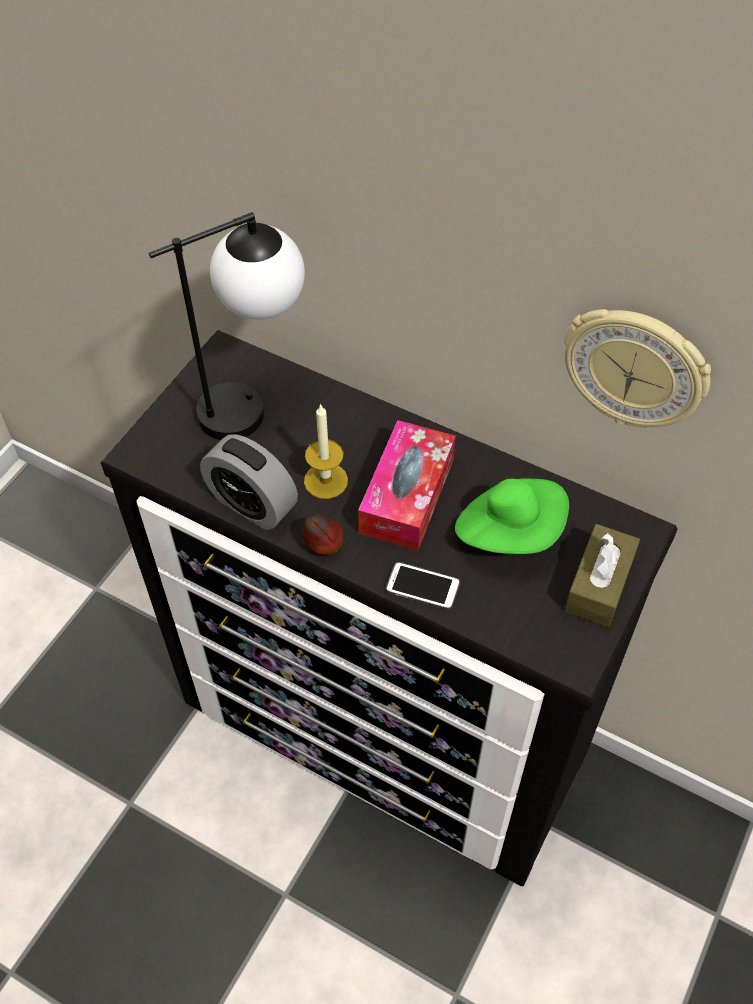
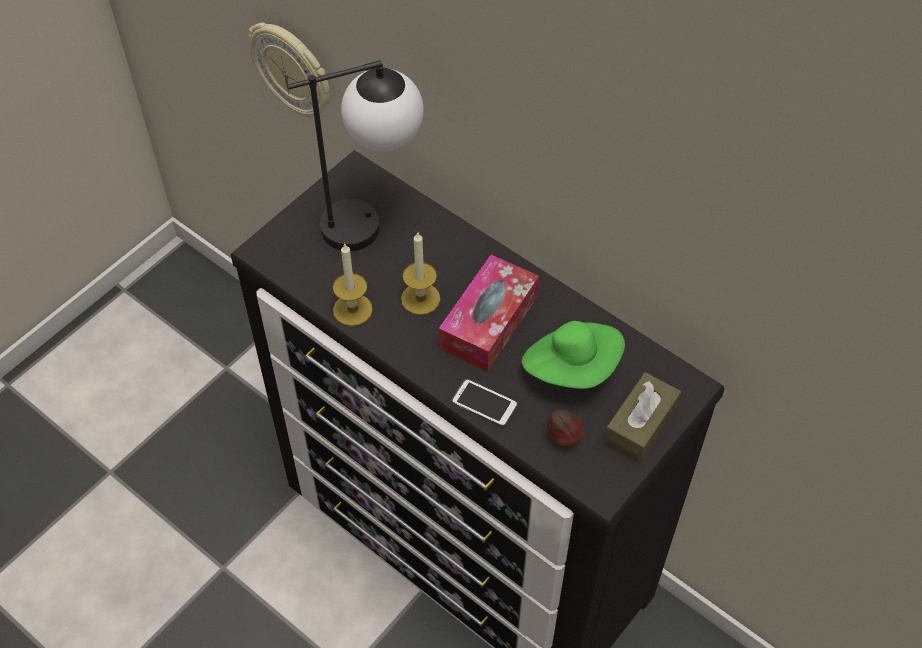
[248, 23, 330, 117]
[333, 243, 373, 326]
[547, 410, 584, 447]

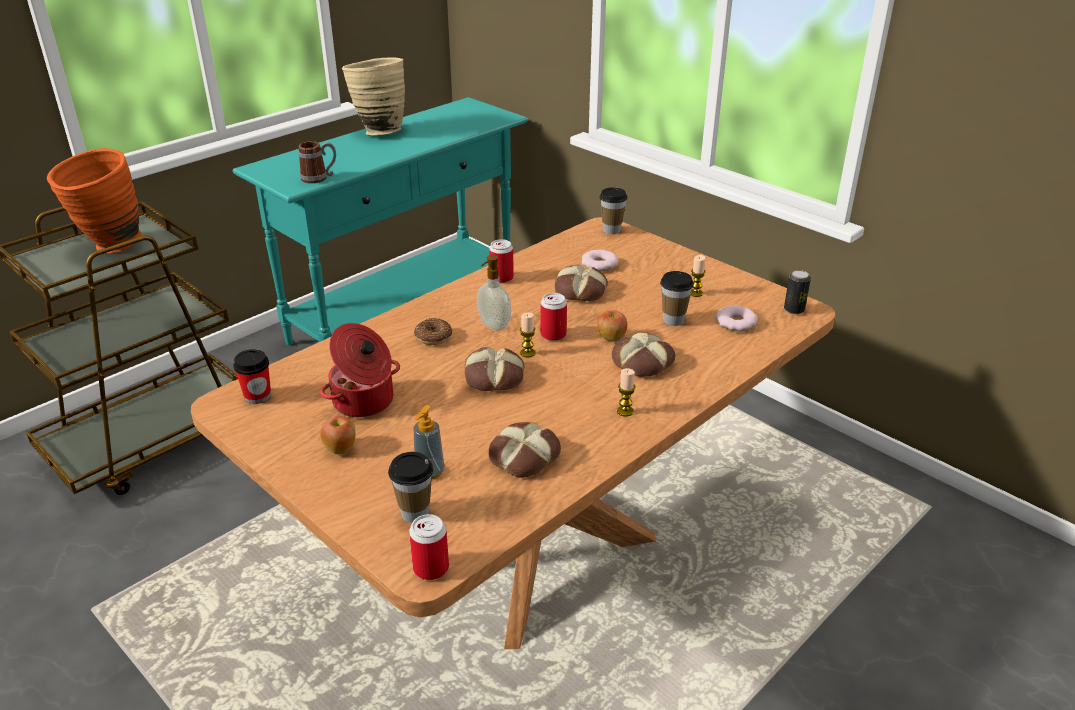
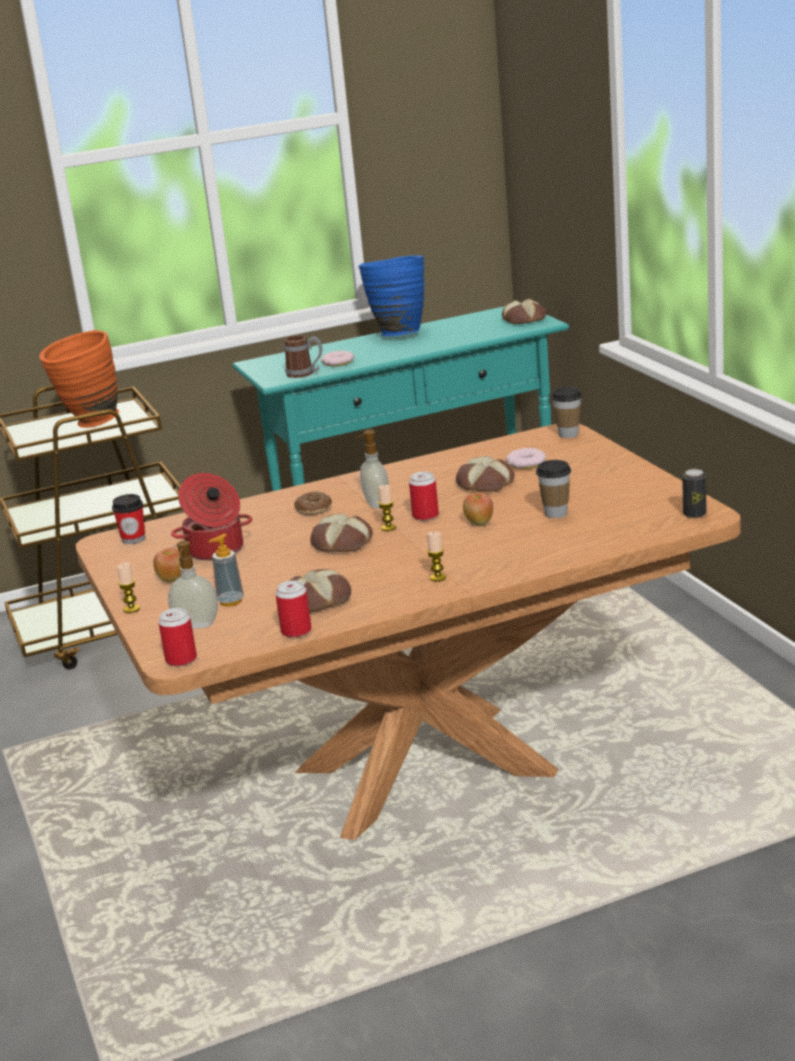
[117, 562, 140, 613]
[168, 541, 218, 629]
[275, 581, 312, 638]
[321, 351, 354, 366]
[358, 255, 424, 336]
[502, 299, 546, 324]

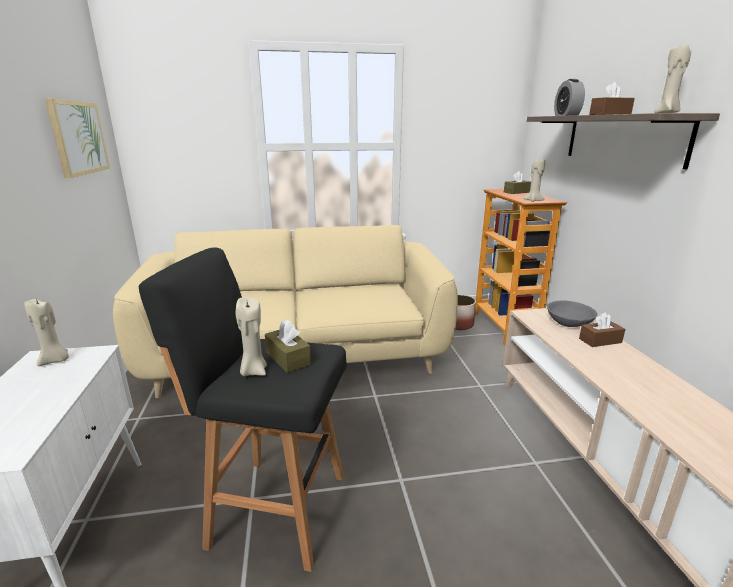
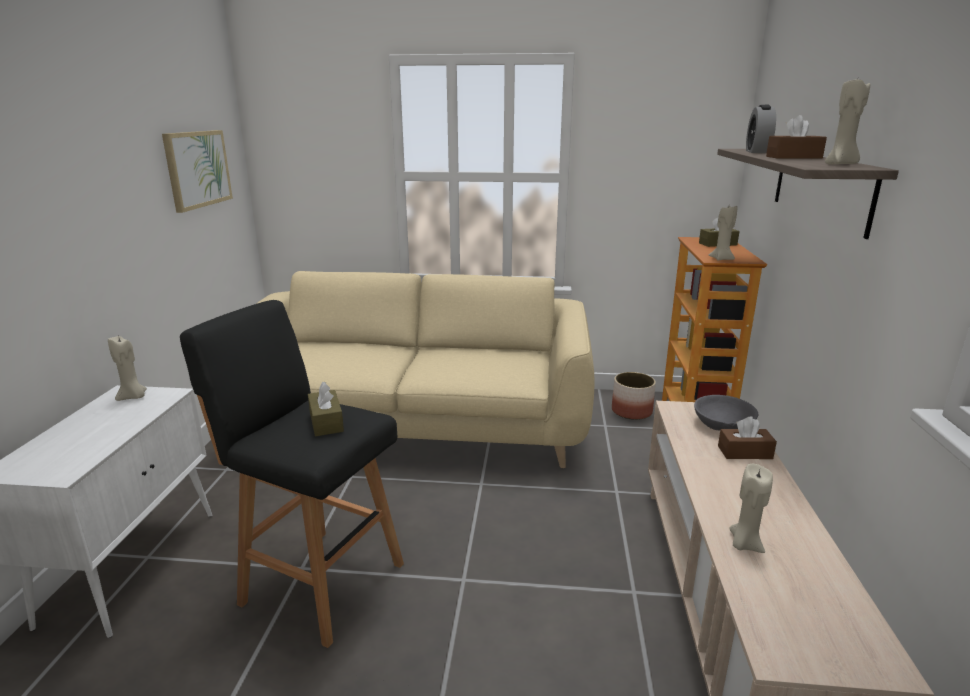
[729, 464, 773, 553]

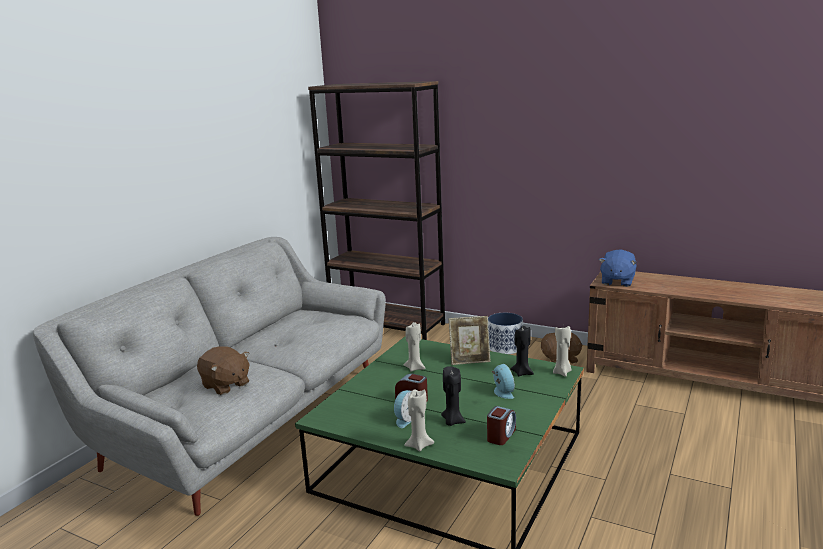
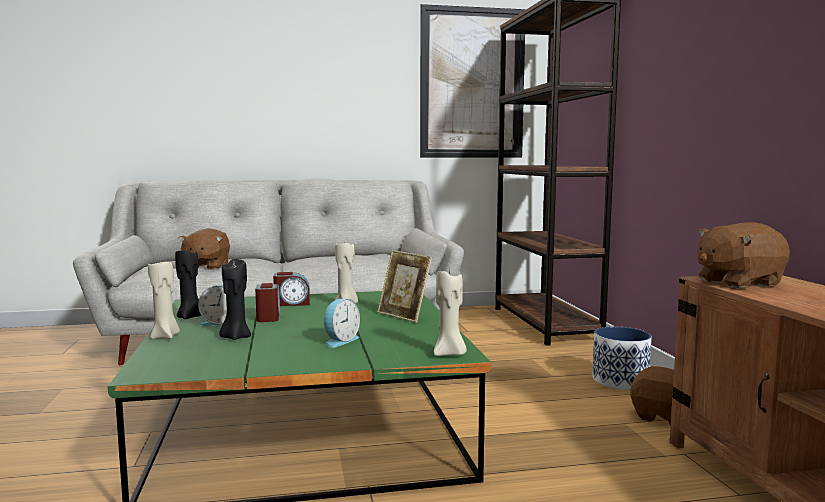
[175, 249, 201, 319]
[273, 272, 310, 306]
[420, 4, 526, 158]
[697, 222, 790, 288]

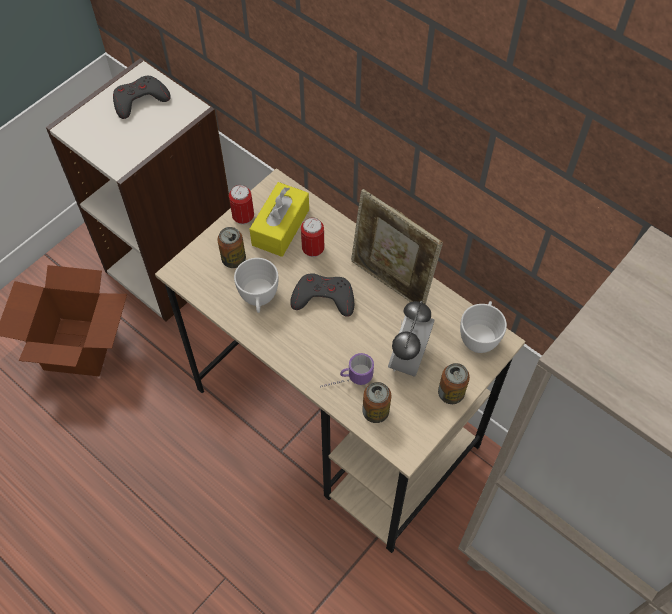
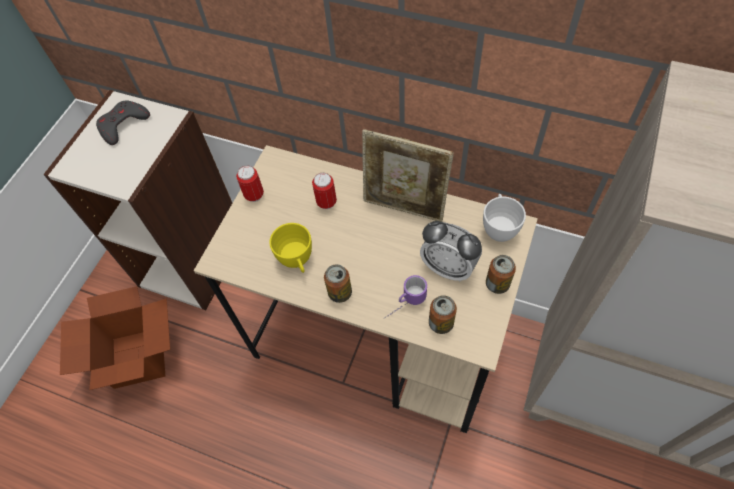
[270, 223, 312, 273]
[324, 264, 352, 303]
[420, 221, 482, 282]
[249, 182, 309, 257] (first image)
[290, 273, 354, 317] (first image)

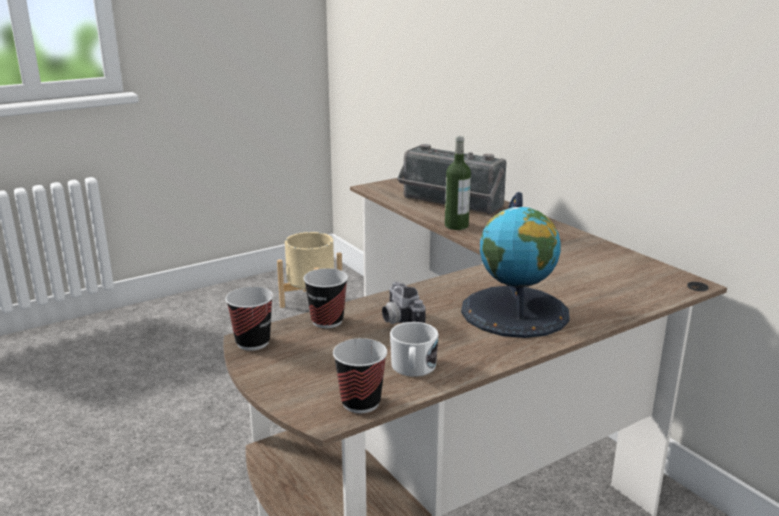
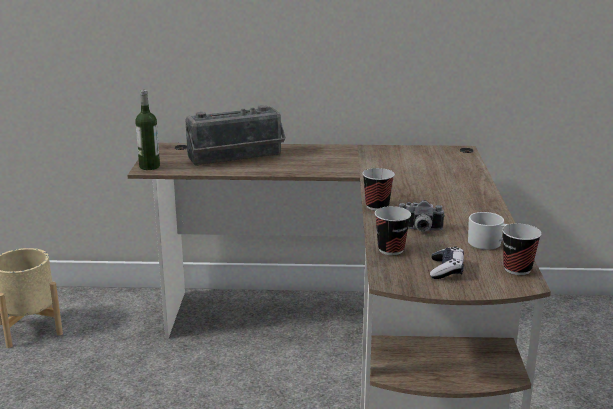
[135, 90, 160, 170]
[363, 168, 395, 211]
[430, 246, 464, 279]
[461, 192, 570, 338] (first image)

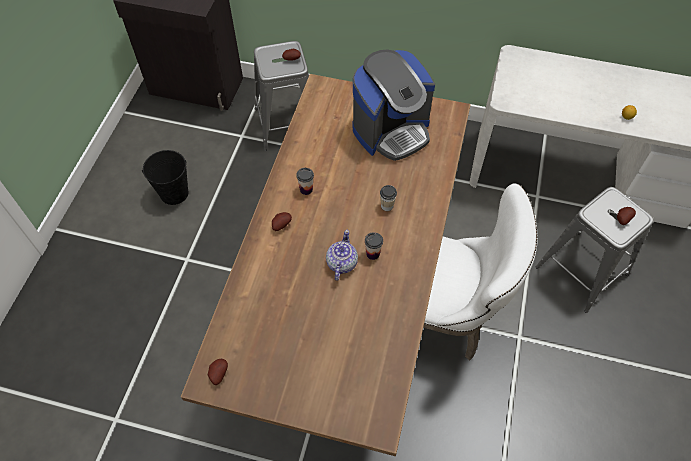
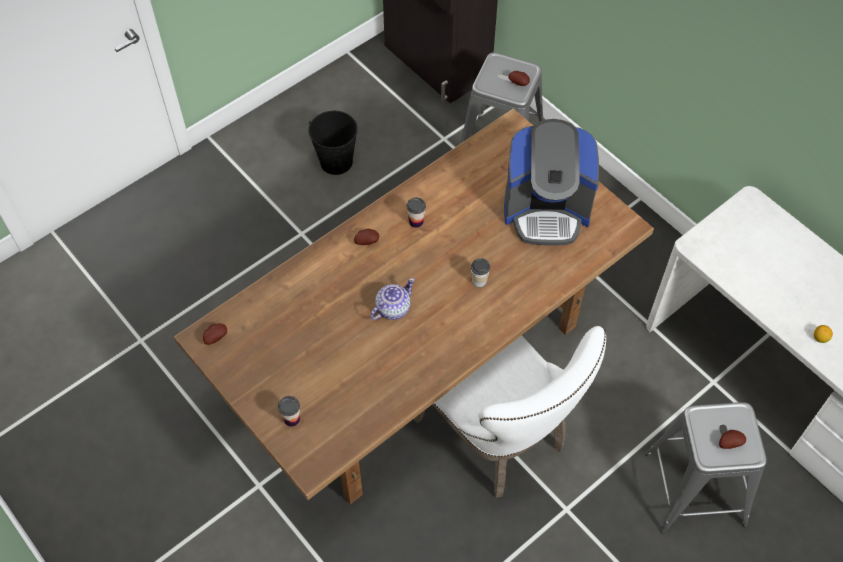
[278, 396, 300, 427]

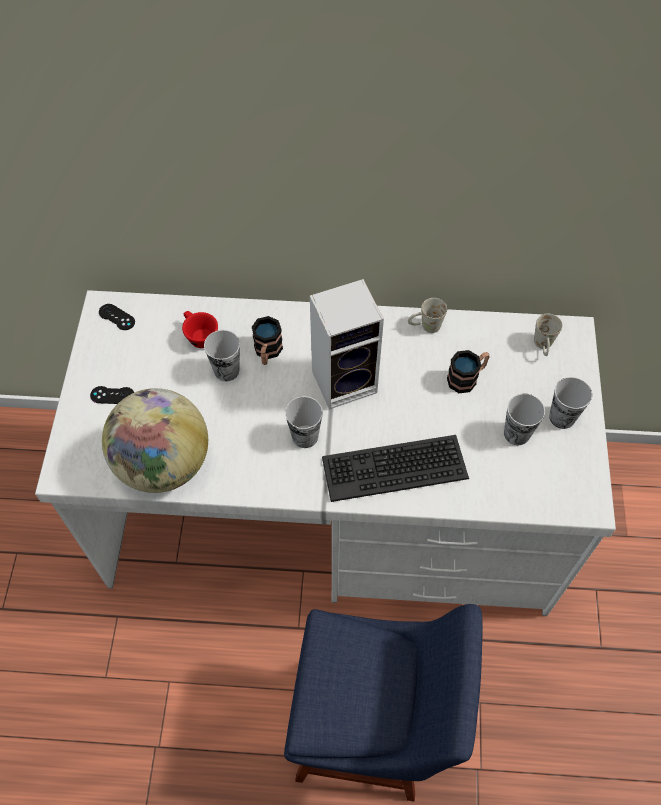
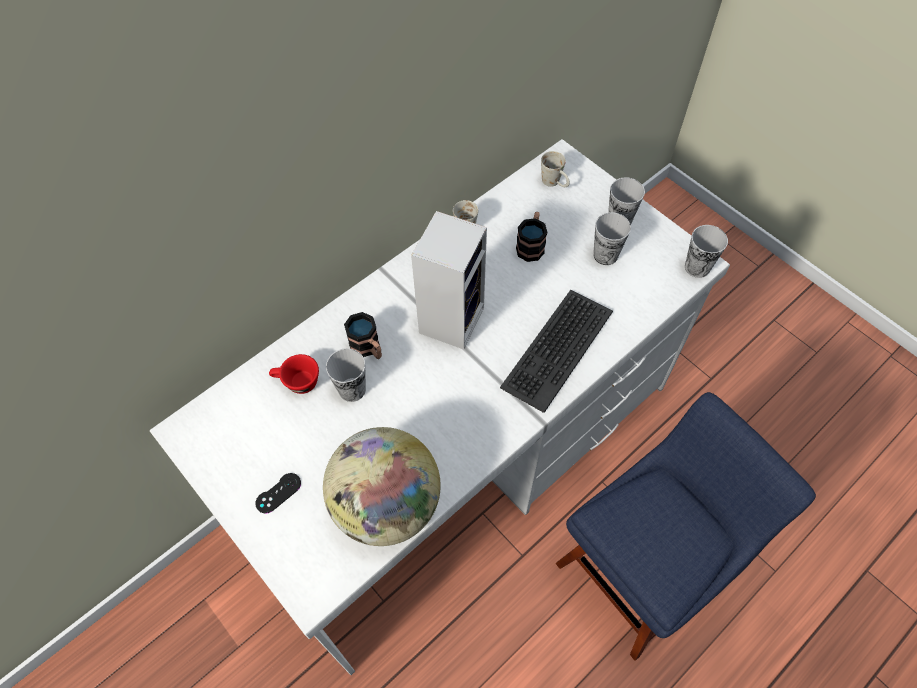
[685, 225, 728, 278]
[99, 304, 135, 330] (first image)

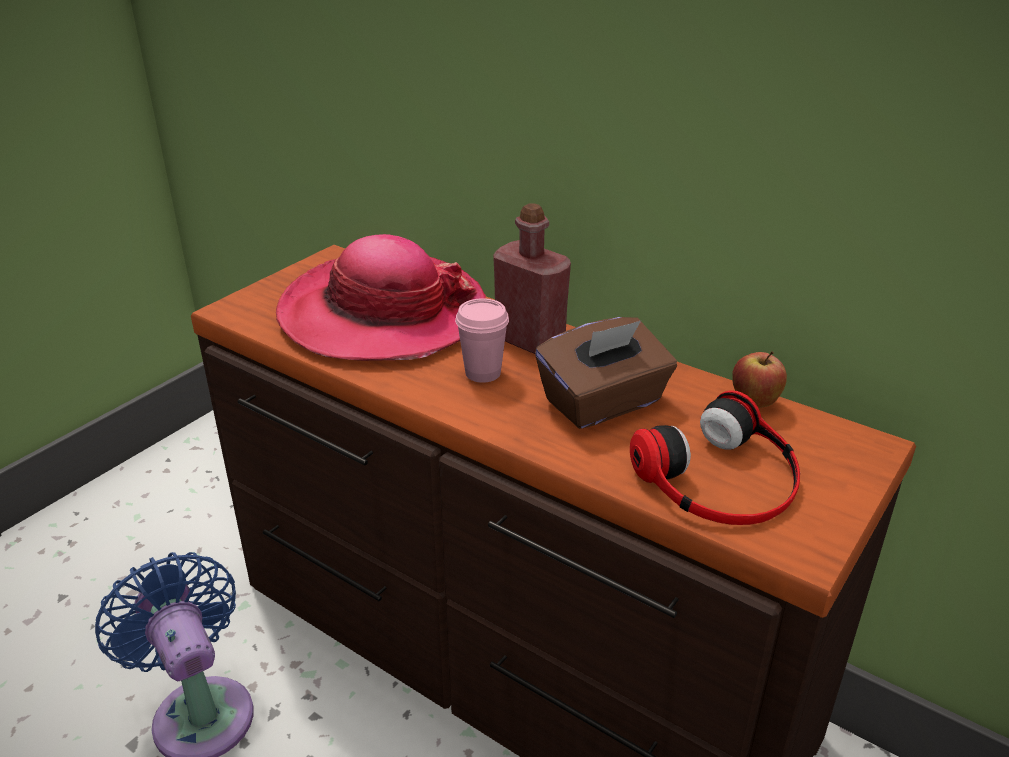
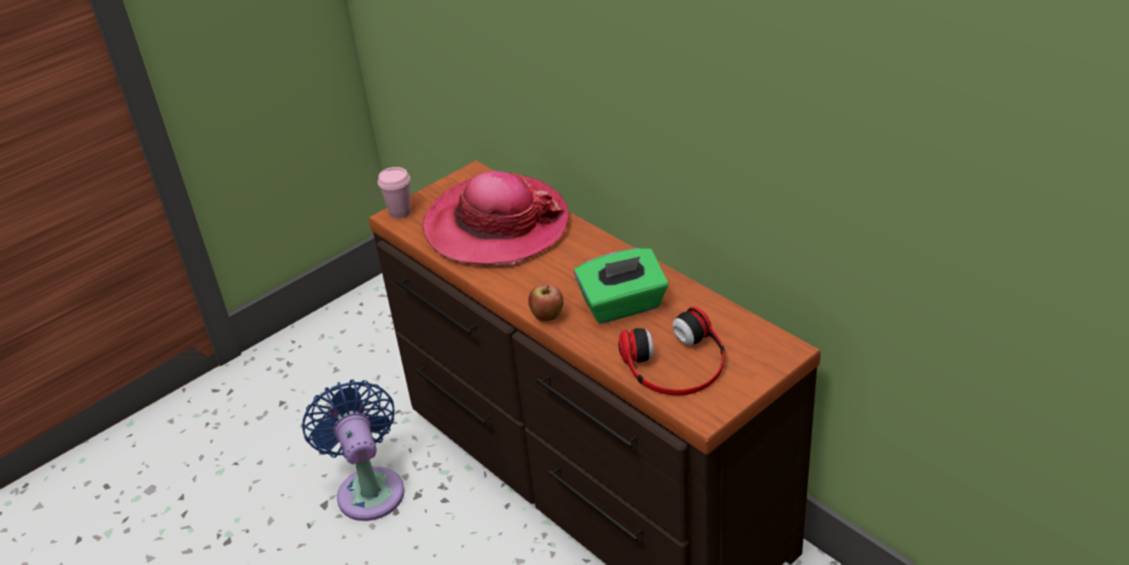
[378, 167, 411, 219]
[528, 284, 564, 322]
[574, 248, 668, 324]
[493, 203, 571, 354] (first image)

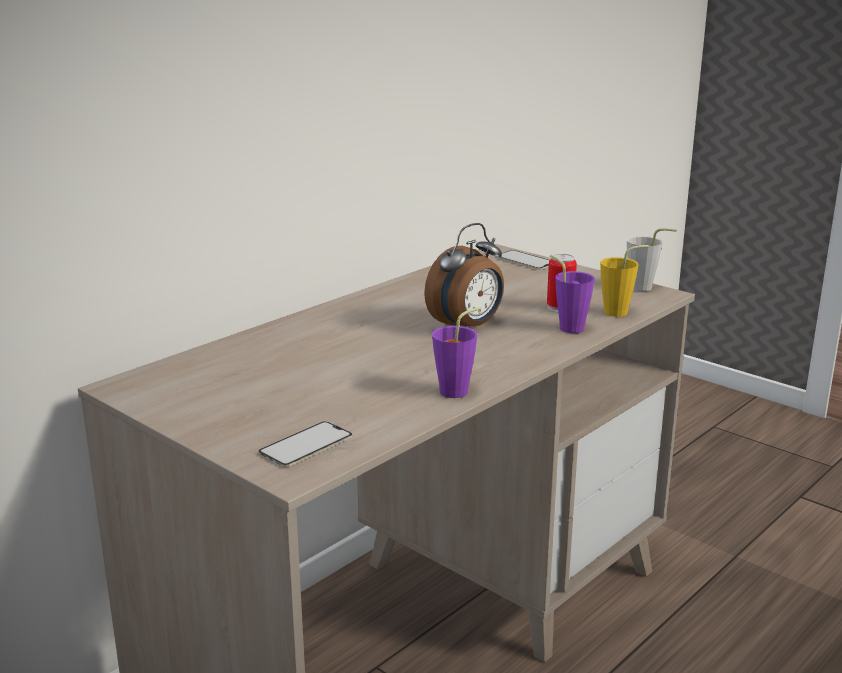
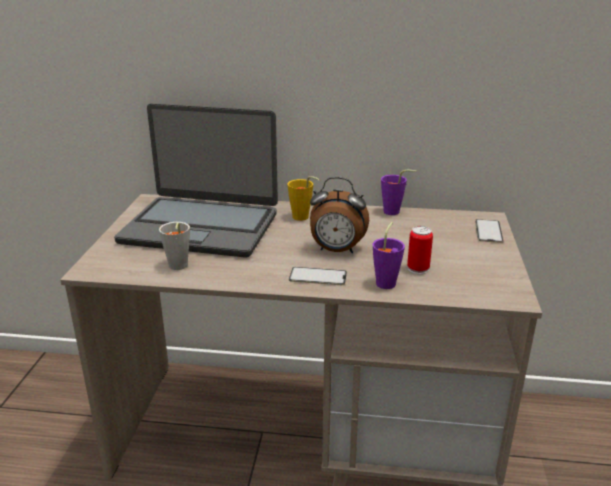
[114, 104, 278, 258]
[159, 222, 190, 270]
[287, 176, 319, 221]
[289, 267, 347, 285]
[381, 170, 417, 215]

